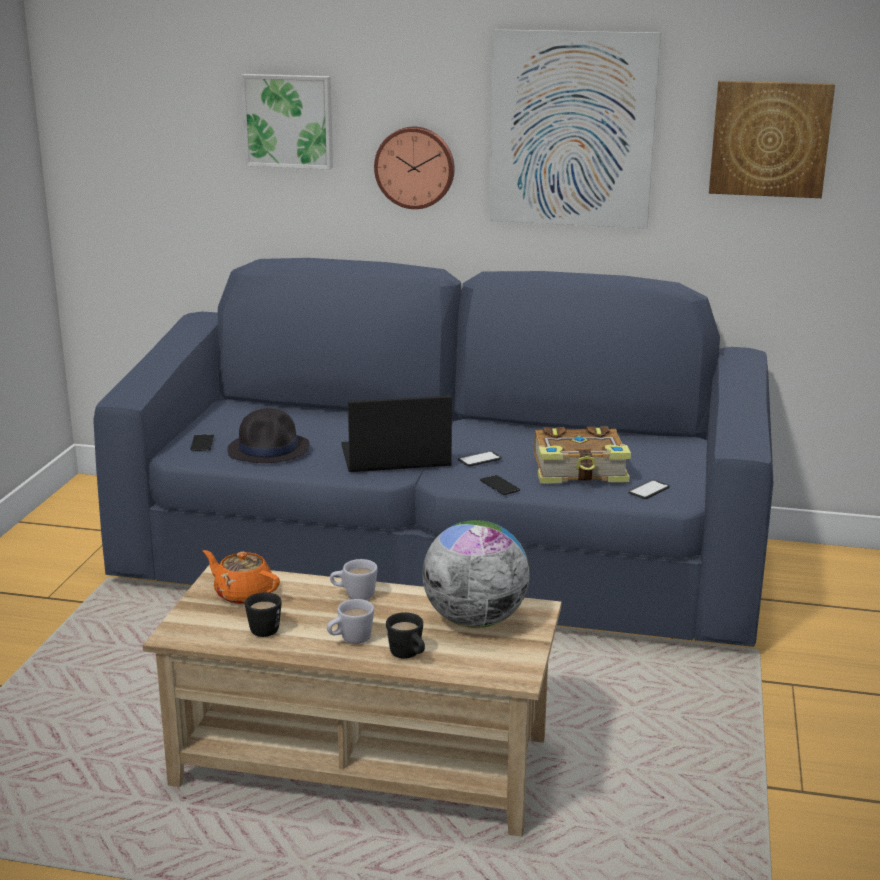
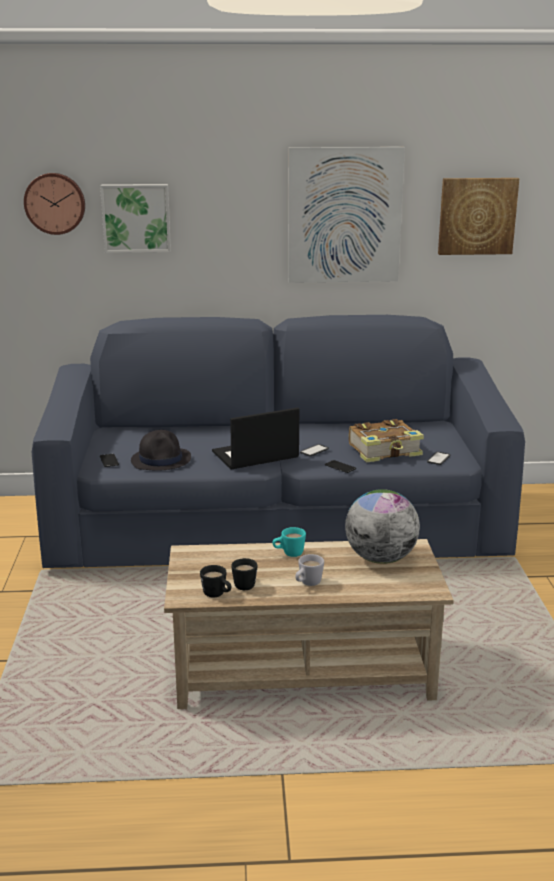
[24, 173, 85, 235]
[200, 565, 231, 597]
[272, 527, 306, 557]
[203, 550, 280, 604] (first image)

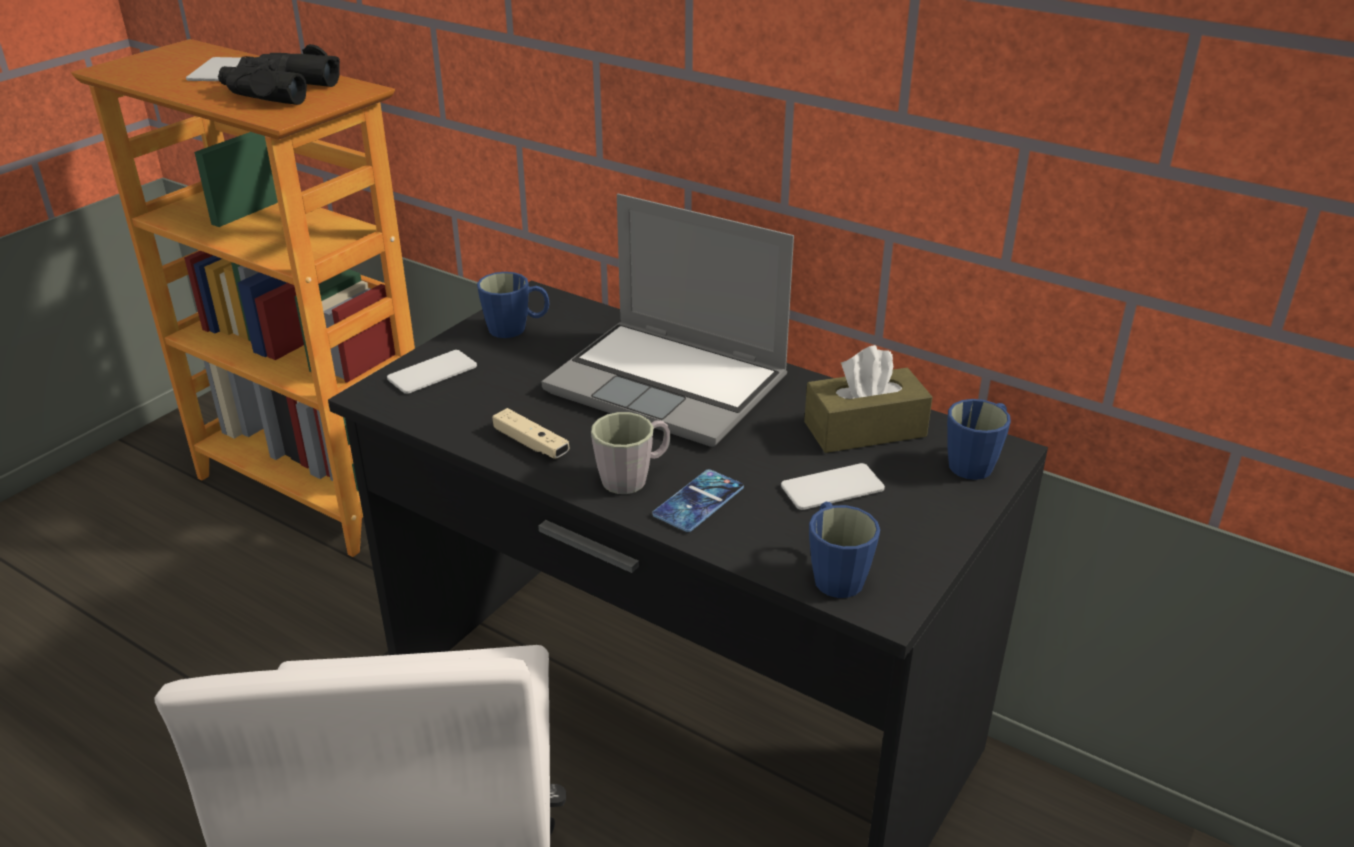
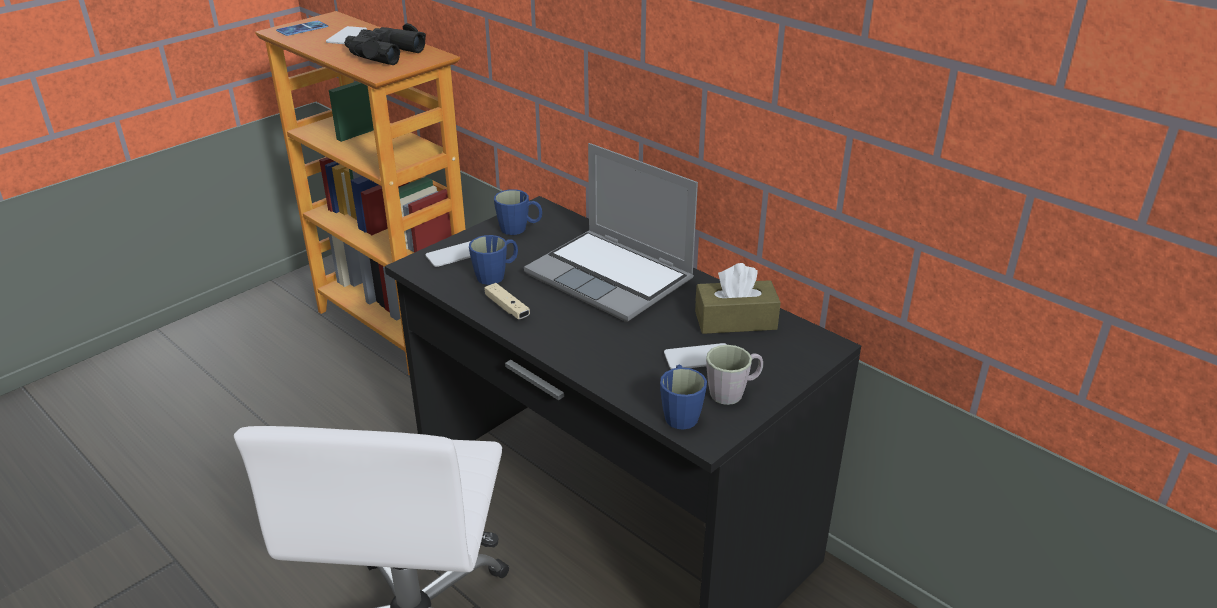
[276, 21, 328, 36]
[469, 235, 518, 285]
[706, 345, 763, 405]

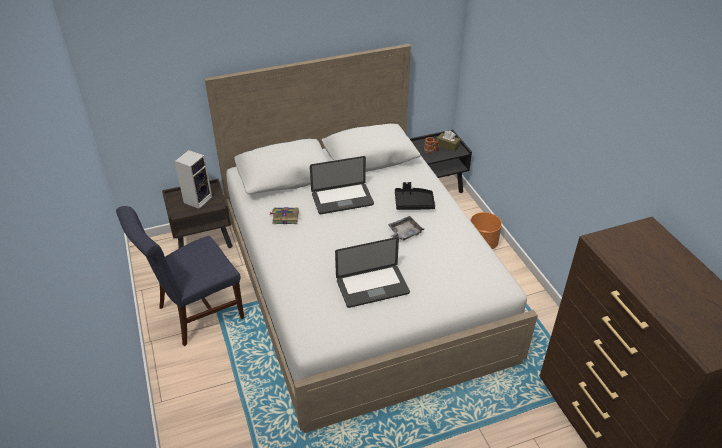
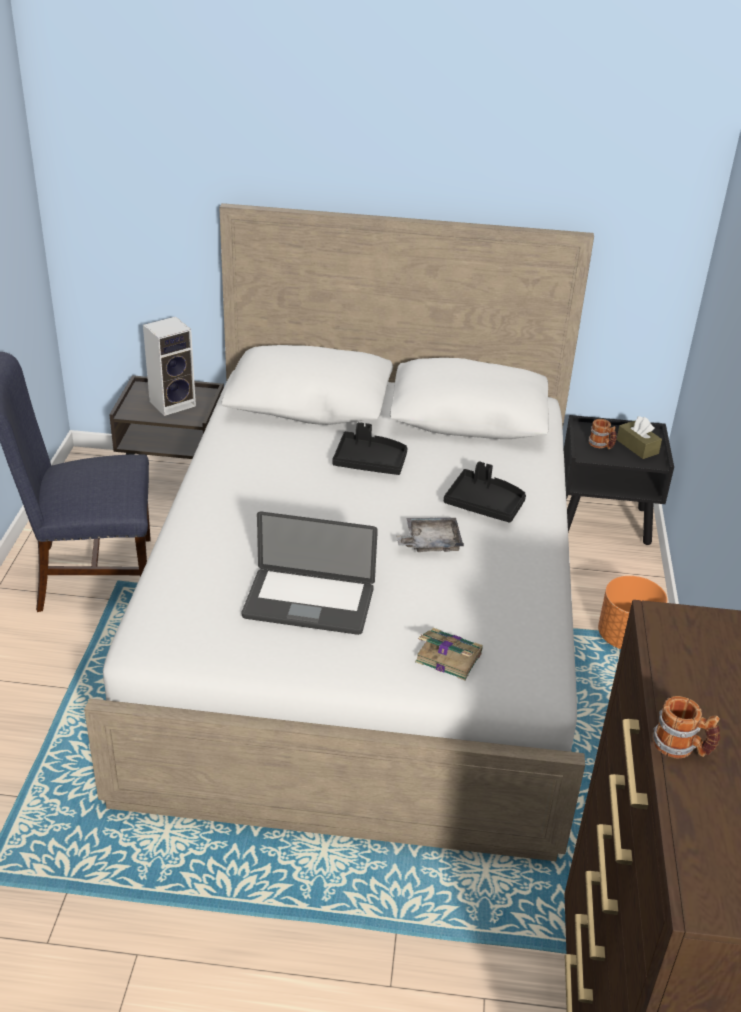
[332, 422, 408, 475]
[415, 628, 483, 680]
[653, 696, 720, 758]

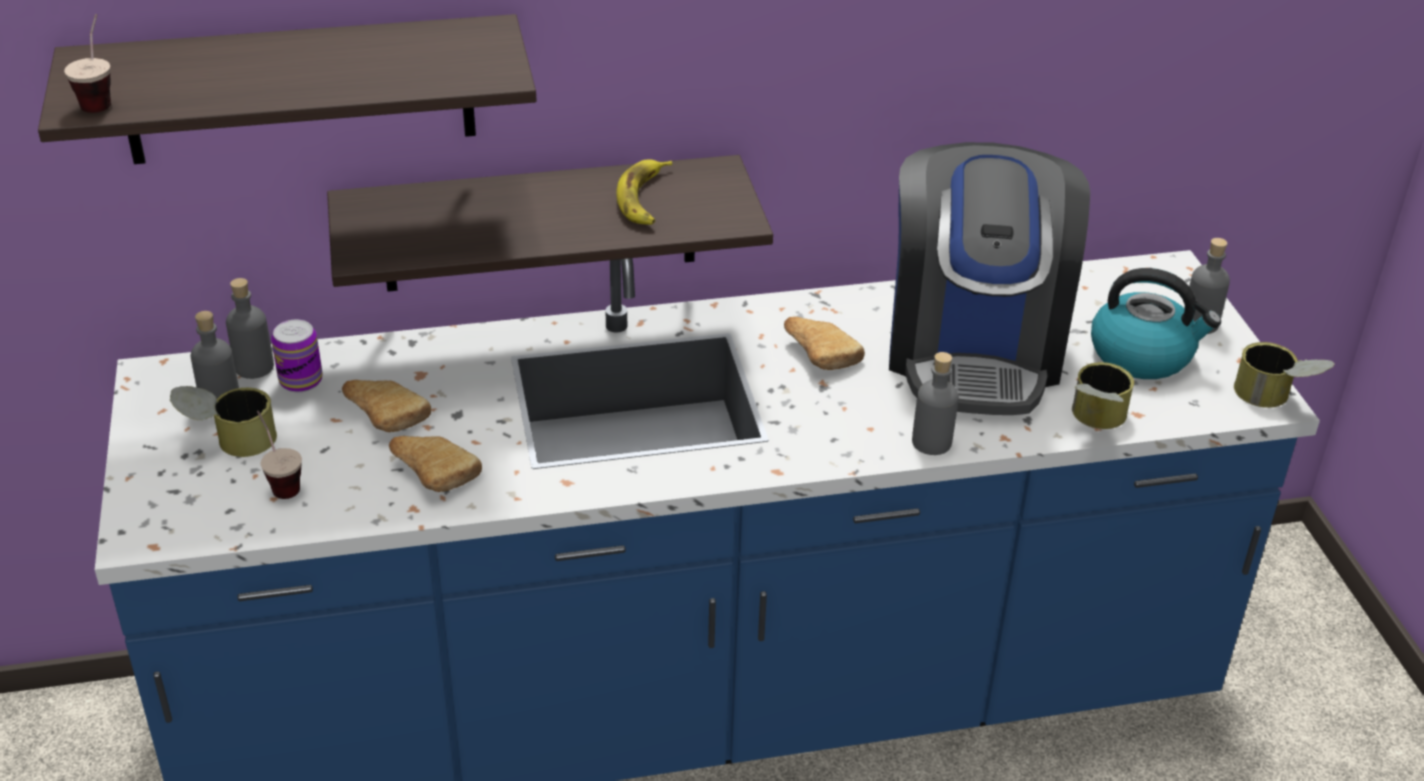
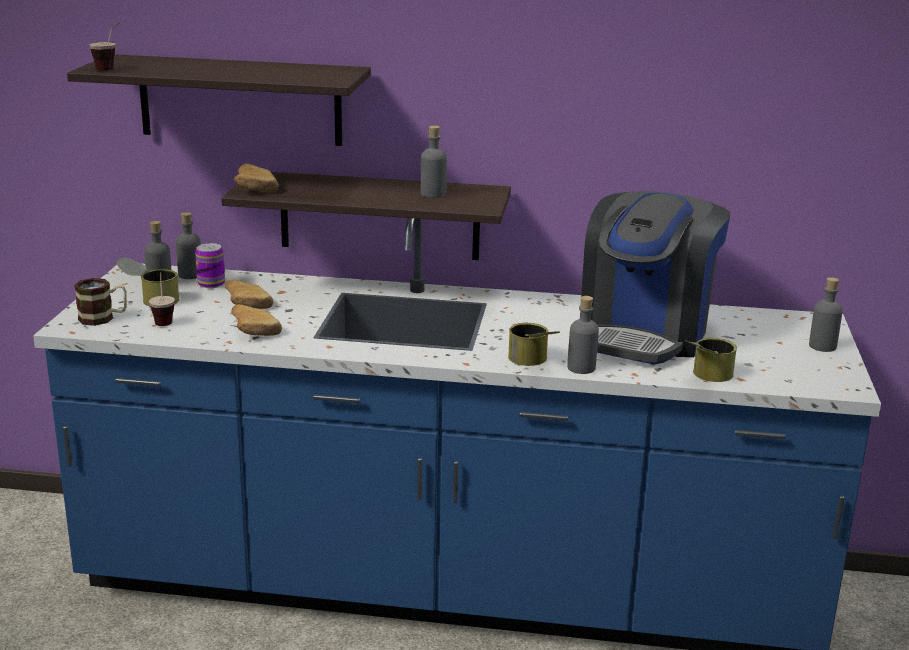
[74, 278, 127, 326]
[234, 163, 278, 192]
[421, 125, 447, 198]
[508, 323, 560, 366]
[1091, 268, 1221, 379] (first image)

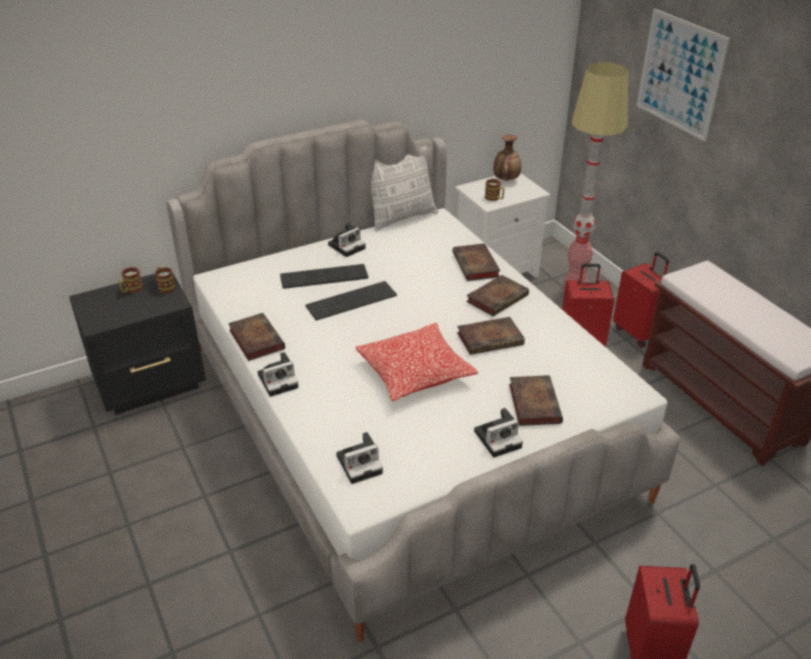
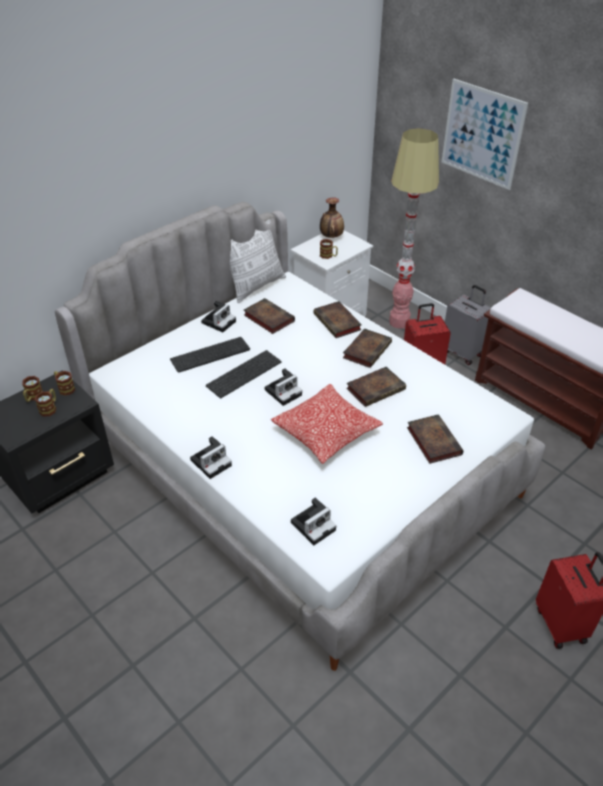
[35, 389, 56, 417]
[244, 298, 295, 334]
[265, 368, 302, 406]
[445, 285, 491, 365]

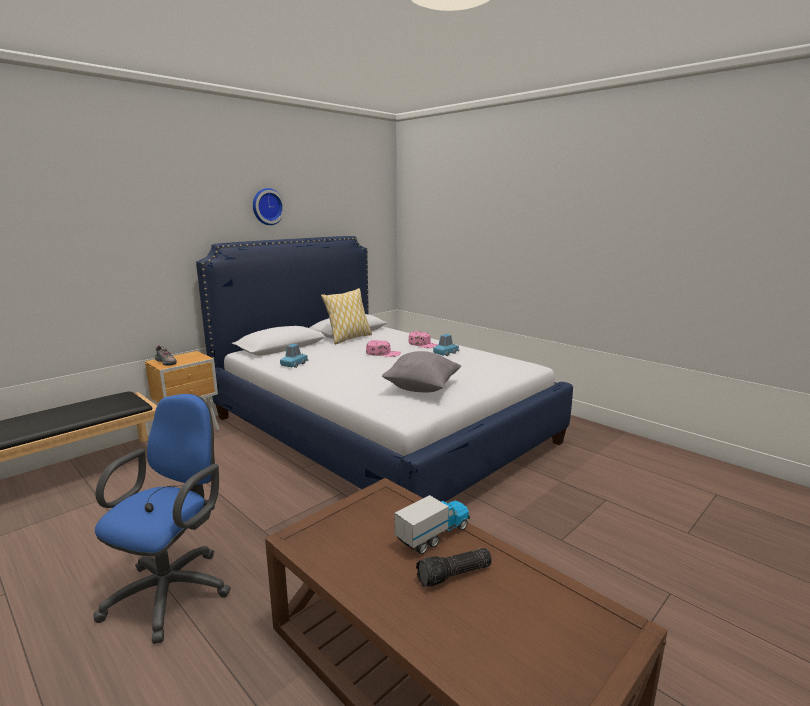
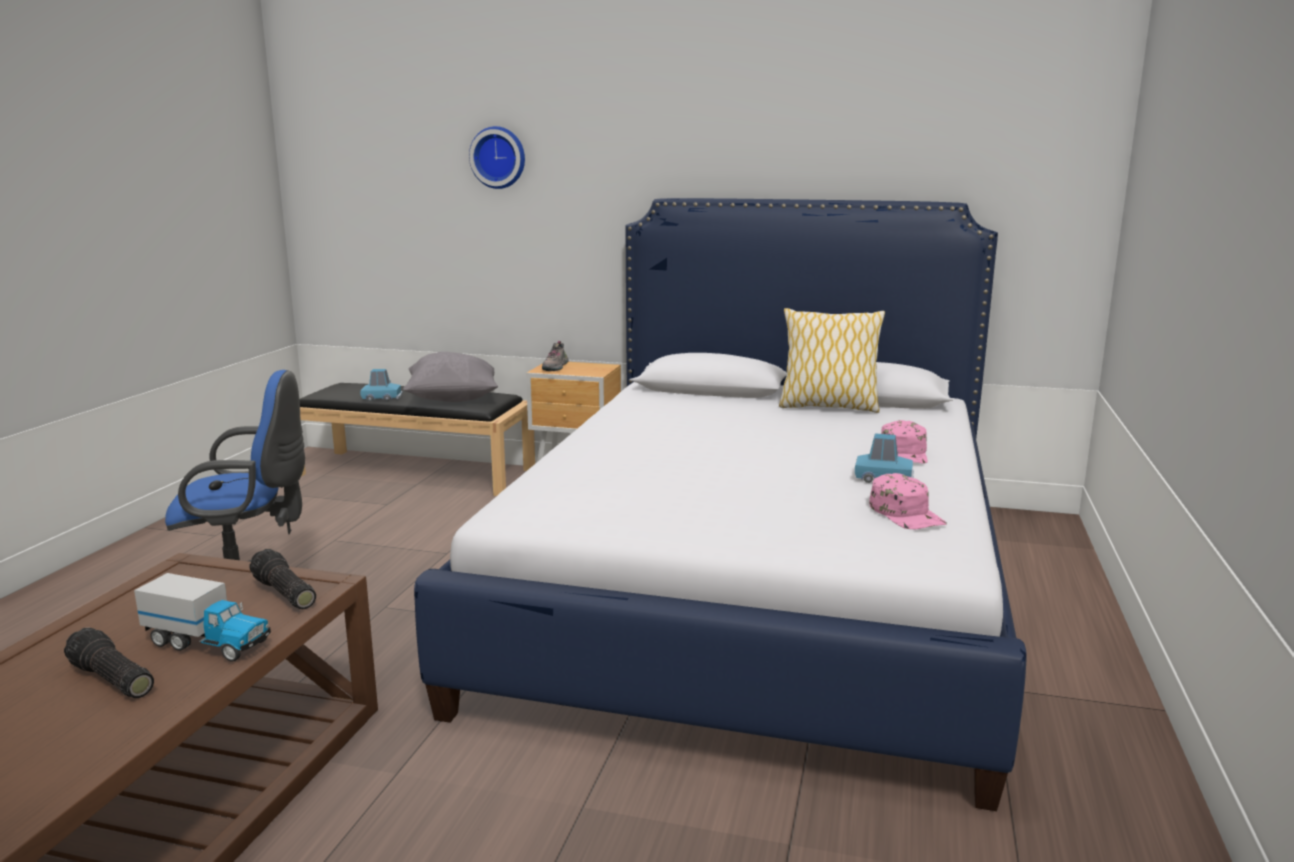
[249, 549, 316, 609]
[360, 369, 402, 401]
[403, 352, 498, 402]
[469, 126, 525, 189]
[869, 473, 947, 529]

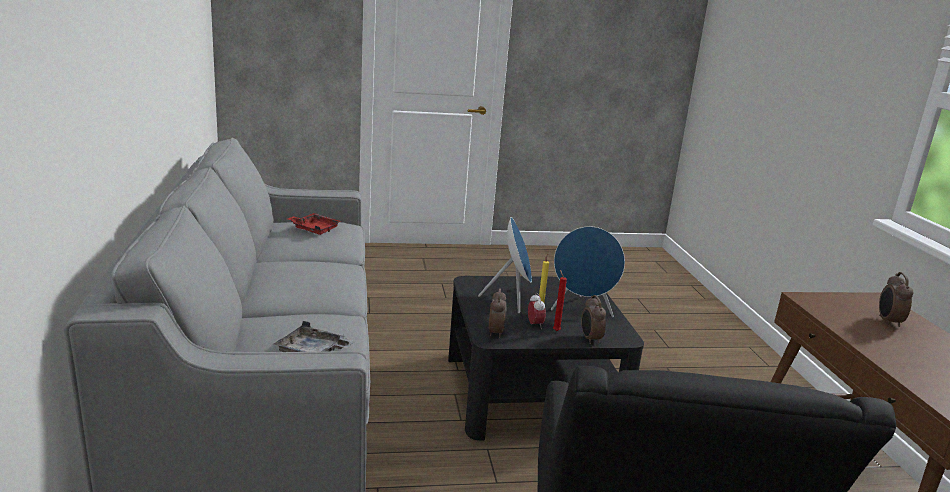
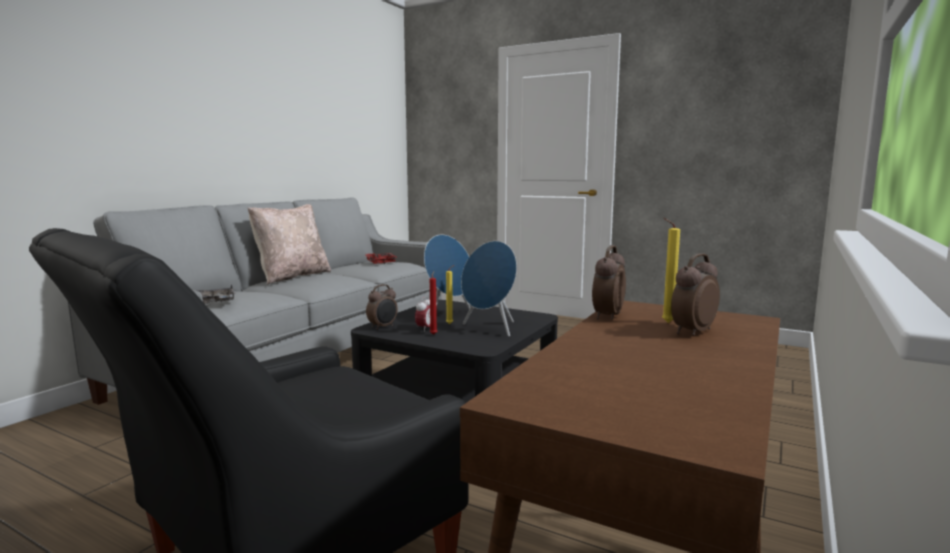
[248, 204, 331, 284]
[592, 245, 626, 320]
[662, 218, 680, 323]

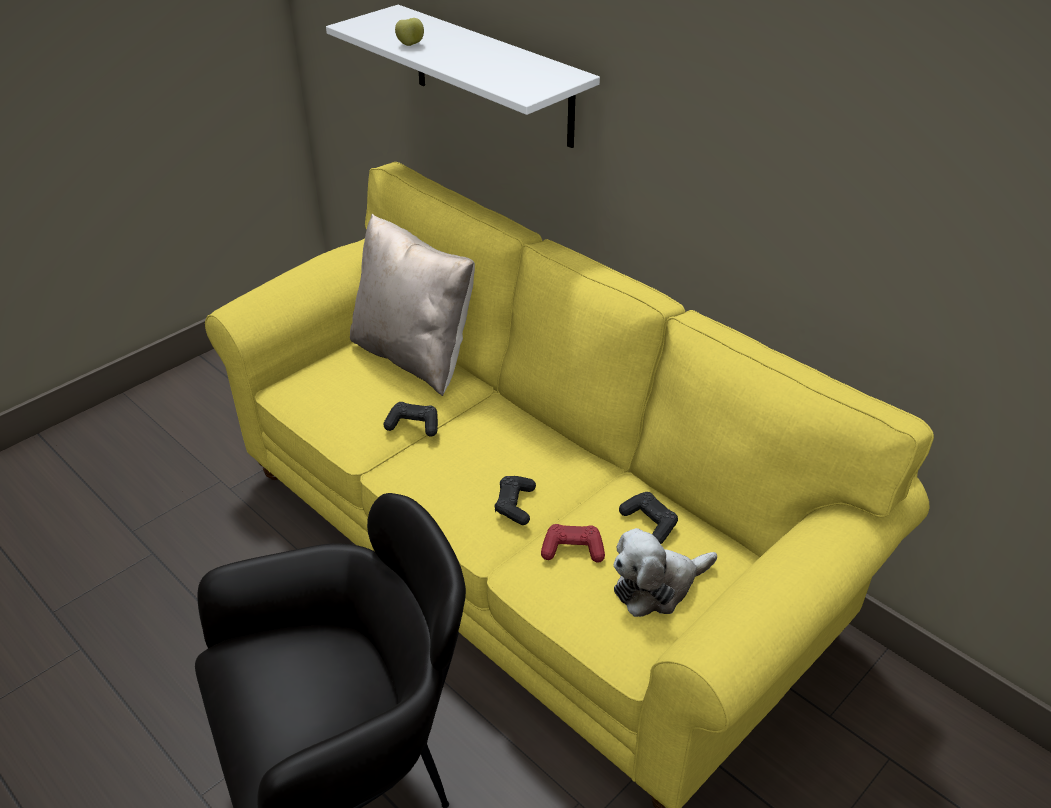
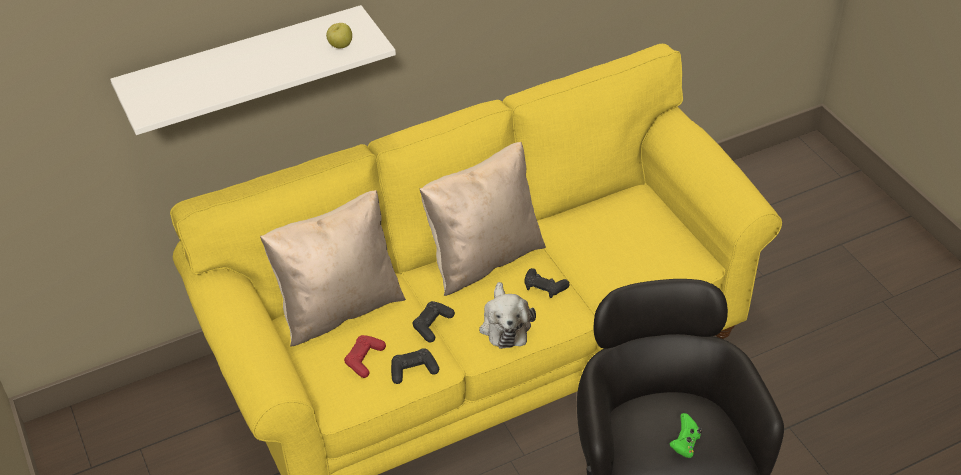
[326, 23, 352, 48]
[344, 335, 386, 378]
[391, 348, 439, 384]
[419, 142, 546, 296]
[479, 282, 536, 349]
[669, 413, 702, 458]

